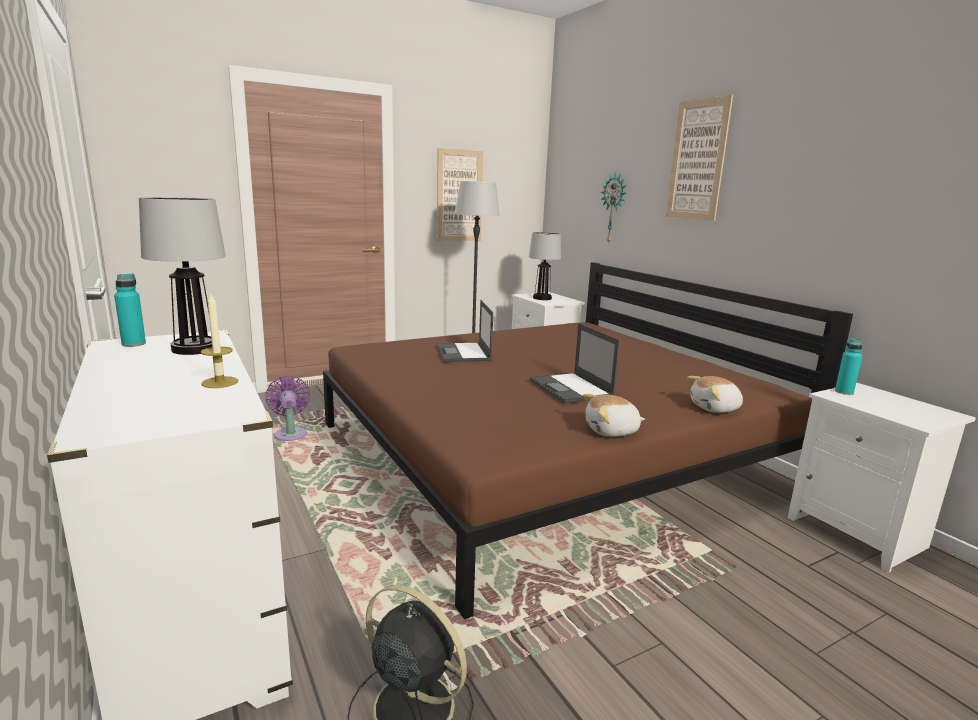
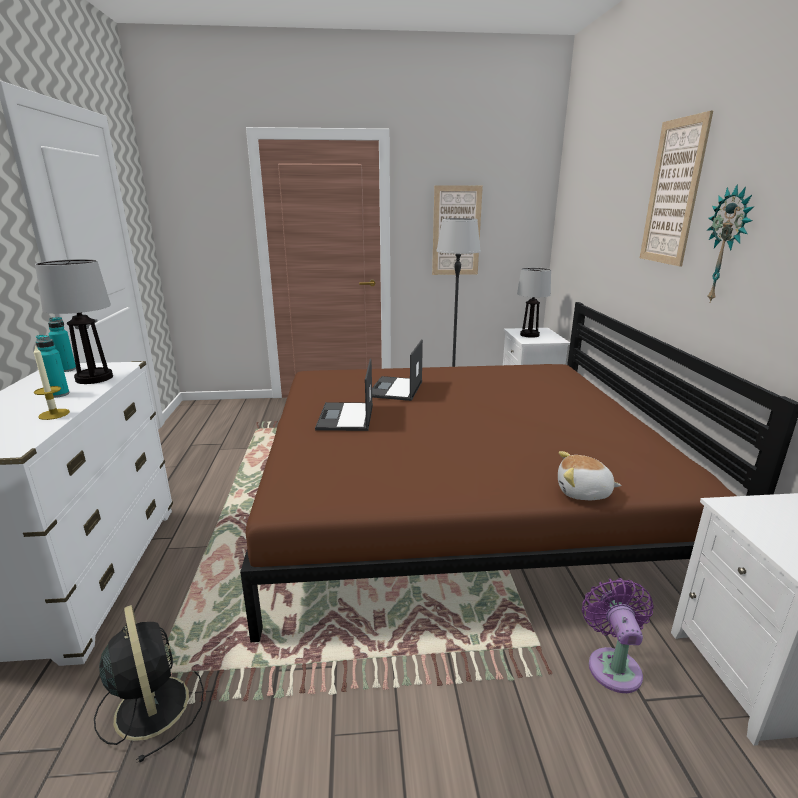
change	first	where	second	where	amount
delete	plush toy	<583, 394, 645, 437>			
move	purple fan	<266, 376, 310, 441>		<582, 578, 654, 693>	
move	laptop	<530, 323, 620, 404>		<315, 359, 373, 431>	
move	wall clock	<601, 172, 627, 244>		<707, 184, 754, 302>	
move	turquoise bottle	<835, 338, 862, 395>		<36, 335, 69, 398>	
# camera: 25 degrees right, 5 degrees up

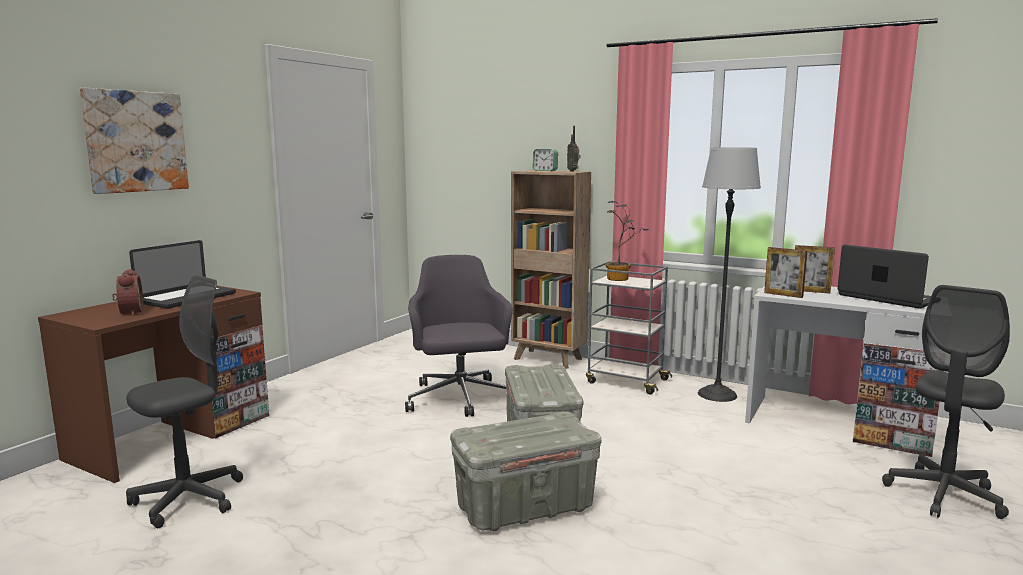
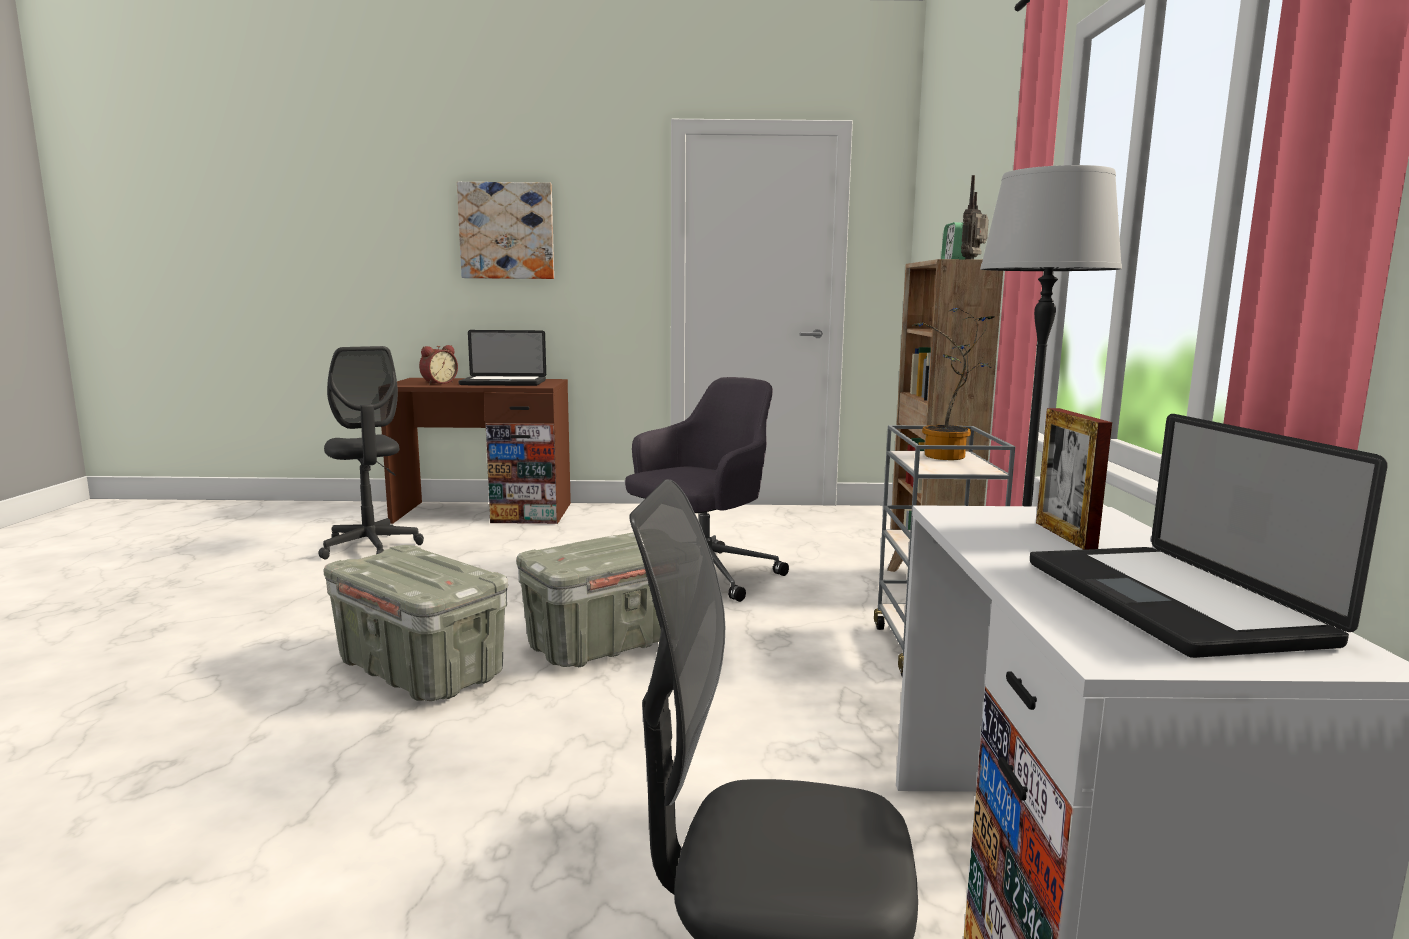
change	first	where	second	where	amount
delete	picture frame	<764, 247, 807, 298>			
rotate	grey office chair	<126, 275, 243, 528>		<319, 346, 424, 559>	45 degrees clockwise
rotate	laptop	<838, 245, 931, 309>		<1030, 414, 1388, 658>	150 degrees clockwise
# camera: 60 degrees right, 0 degrees up

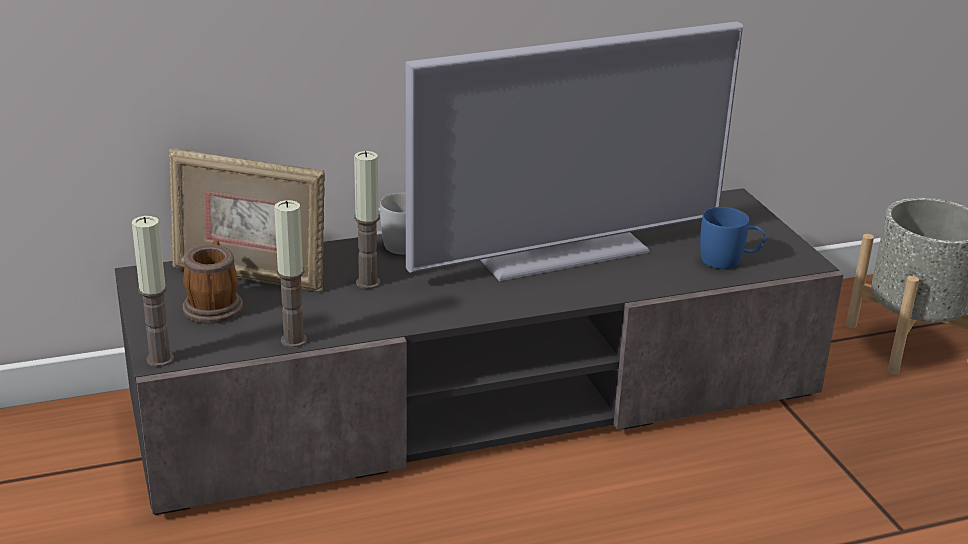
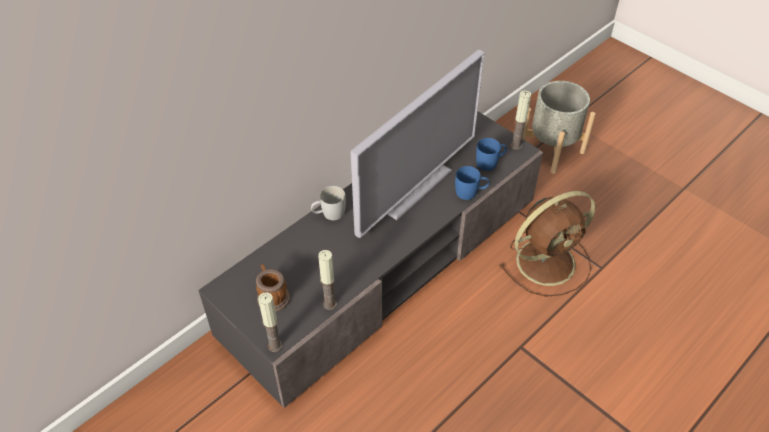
change	first	where	second	where	amount
delete	picture frame	<169, 148, 325, 292>			
insert			blue mug	<455, 166, 489, 200>	
insert			brown fan	<499, 191, 595, 297>	
move	candle	<354, 151, 380, 289>		<511, 91, 531, 150>	
# camera: 25 degrees left, 20 degrees up

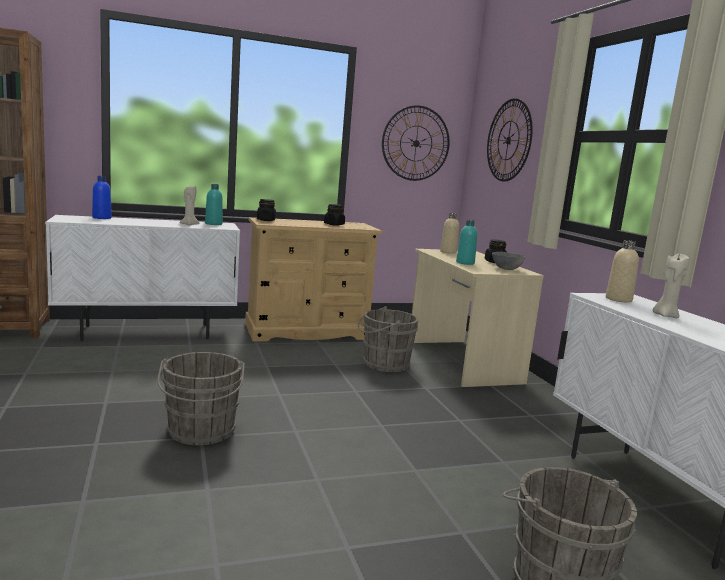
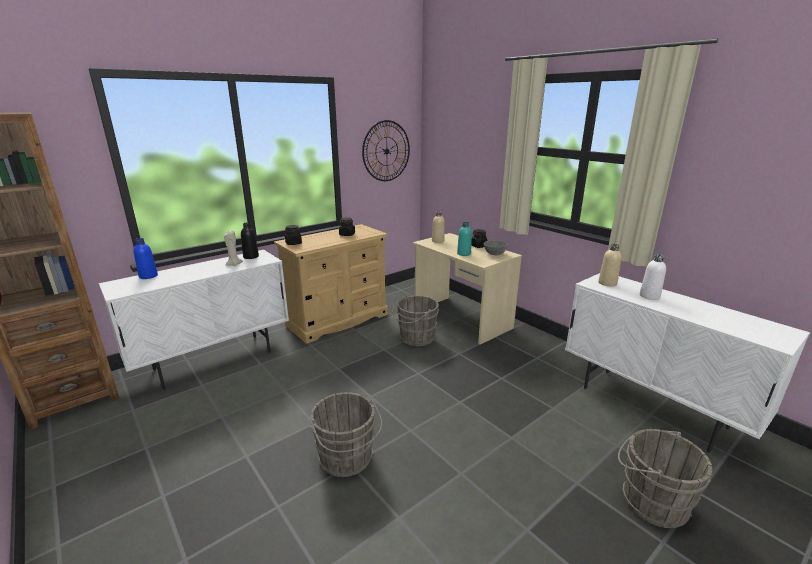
change	first	where	second	where	amount
delete	wall clock	<487, 98, 533, 182>			
replace	beige candle	<653, 253, 689, 318>	white bottle	<640, 254, 666, 300>	
recolor	turquoise bottle	<205, 184, 223, 225>	black bottle	<241, 223, 259, 259>	
# camera: 20 degrees left, 10 degrees up

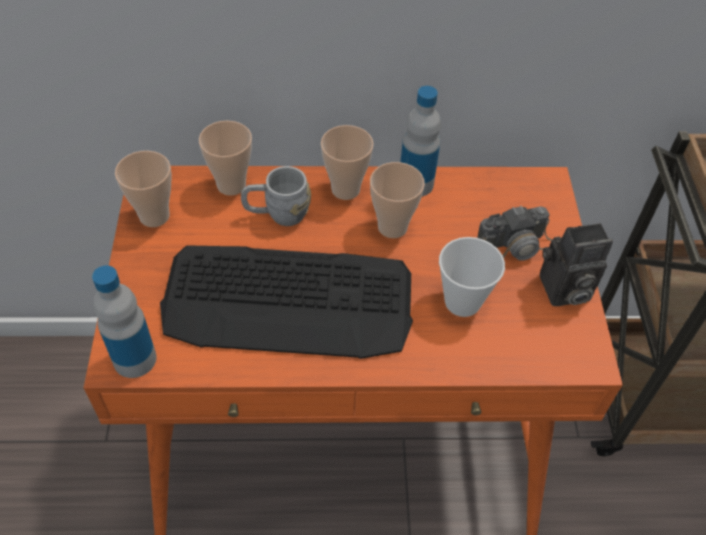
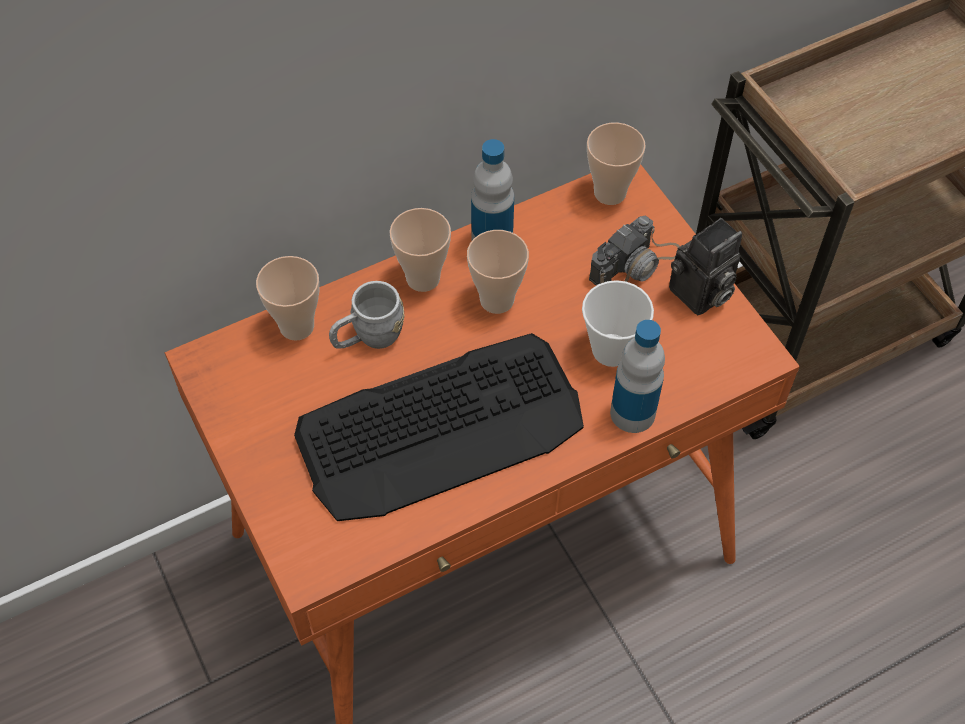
change	first	where	second	where	amount
move	bottle	<92, 265, 156, 378>		<610, 320, 665, 433>	
move	cup	<115, 151, 172, 227>		<587, 122, 646, 205>	
# camera: 25 degrees left, 5 degrees up

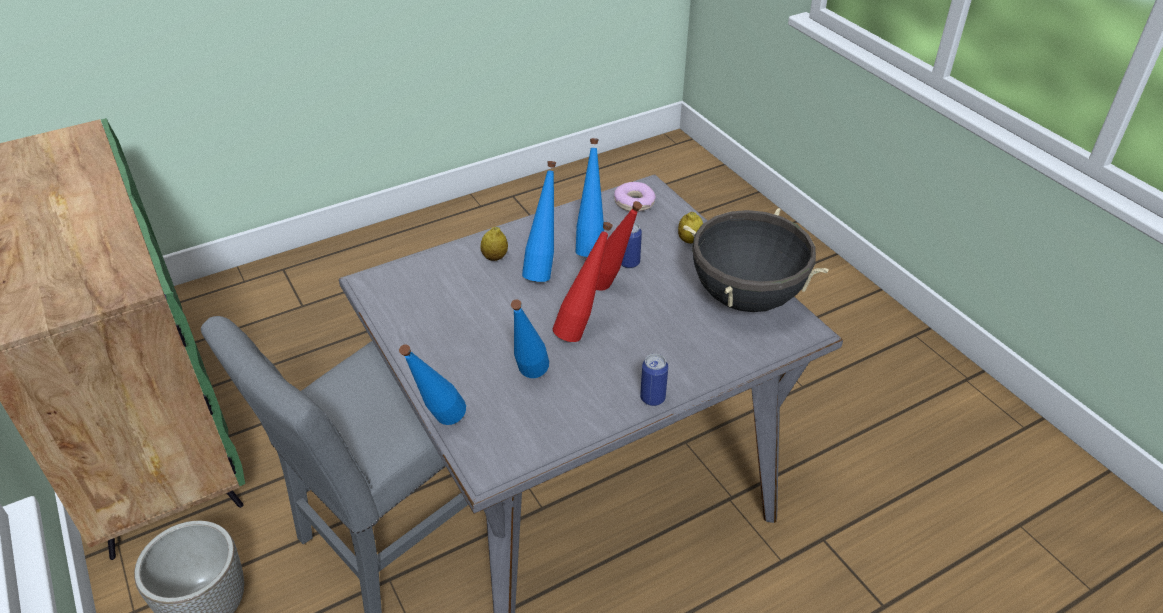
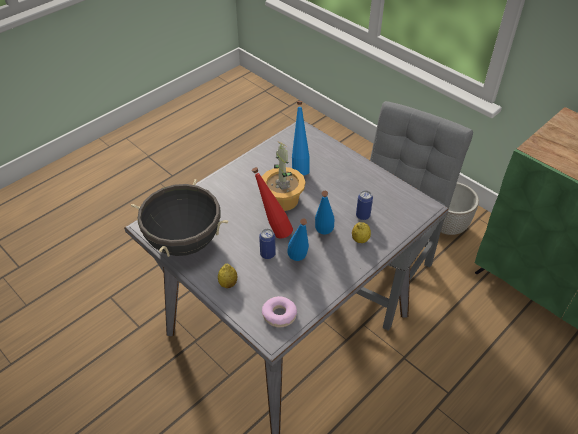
change	first	where	second	where	amount
delete	blue bottle	<399, 344, 466, 425>			
move	can	<640, 354, 668, 406>		<356, 190, 373, 220>	
replace	red bottle	<553, 222, 613, 342>	potted plant	<262, 140, 305, 211>	
# camera: 165 degrees right, 5 degrees up

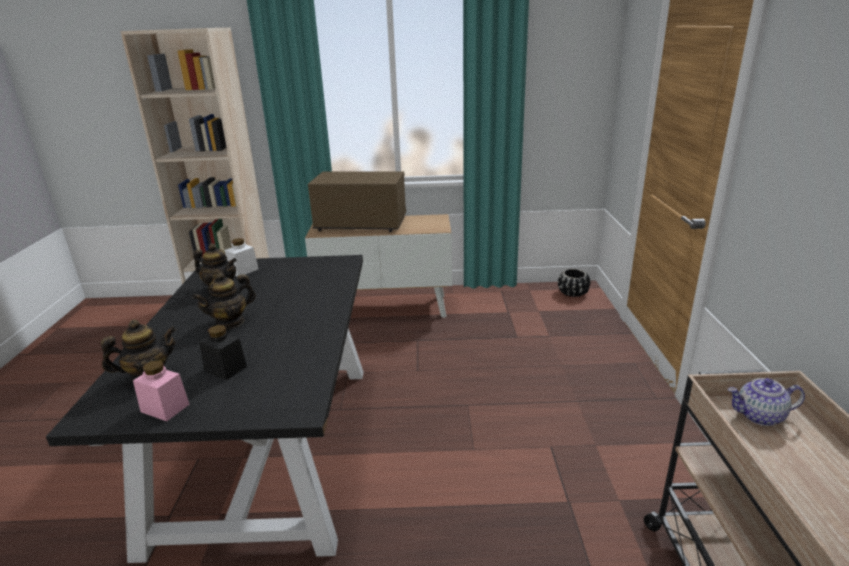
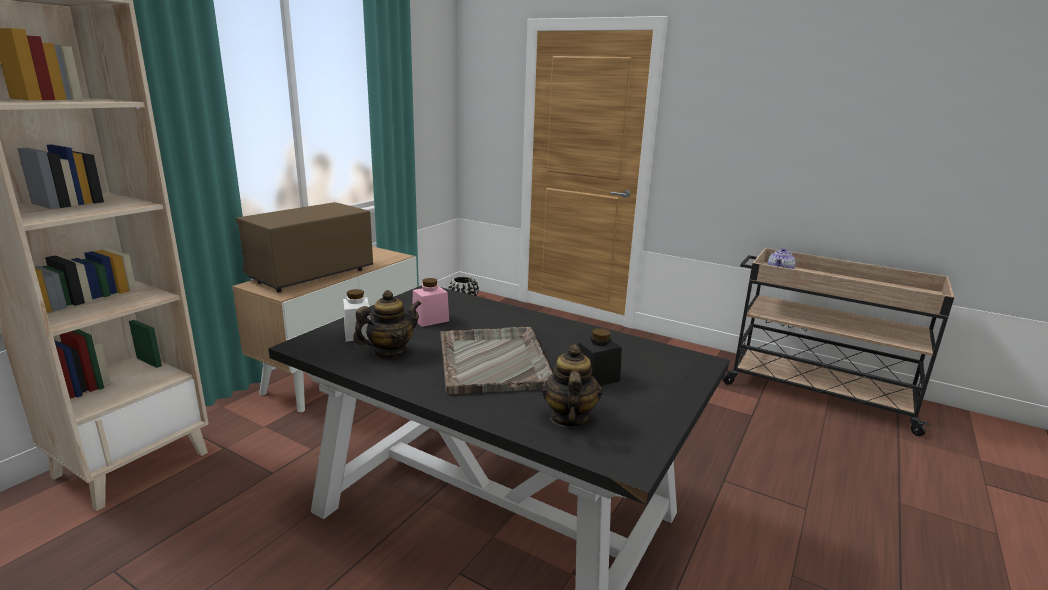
change	first	where	second	where	amount
move	pink jar	<133, 360, 189, 421>		<413, 278, 449, 327>	
replace	teapot	<192, 272, 256, 329>	grey tray	<440, 327, 553, 394>	
# camera: 60 degrees left, 5 degrees down

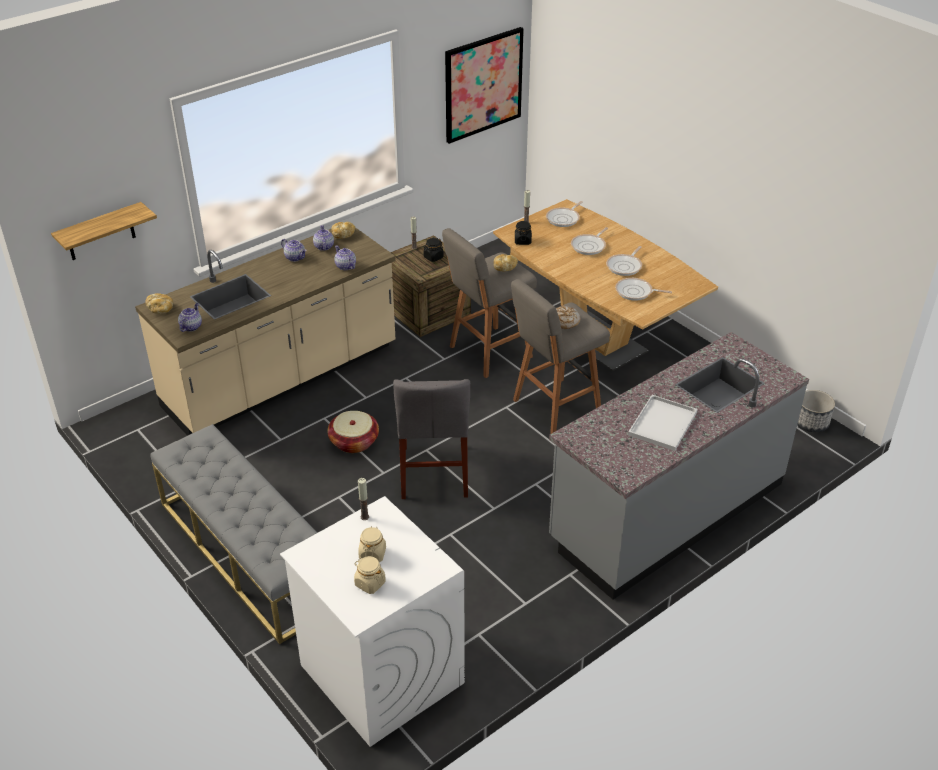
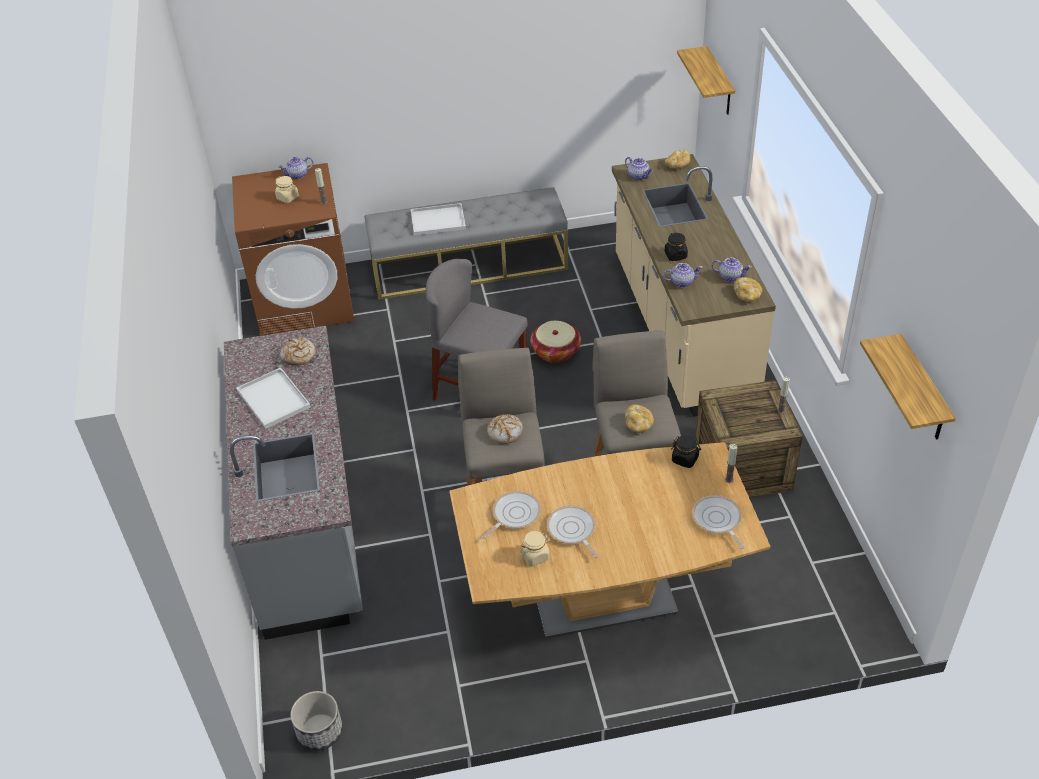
change	first	where	second	where	amount
delete	frying pan	<571, 227, 608, 255>			
insert			bread	<280, 337, 316, 366>	
insert			white tray	<411, 203, 466, 235>	
move	teapot	<281, 239, 307, 262>		<278, 157, 314, 179>	
move	beige jar	<354, 556, 386, 594>		<520, 531, 550, 567>	
move	black jar	<424, 238, 444, 262>		<665, 232, 688, 261>	
replace	picture	<445, 27, 524, 144>	shelf	<860, 334, 956, 439>	
recolor	white washing machine	<280, 496, 465, 747>	brown washing machine	<232, 163, 354, 336>	
# camera: 120 degrees right, 5 degrees up

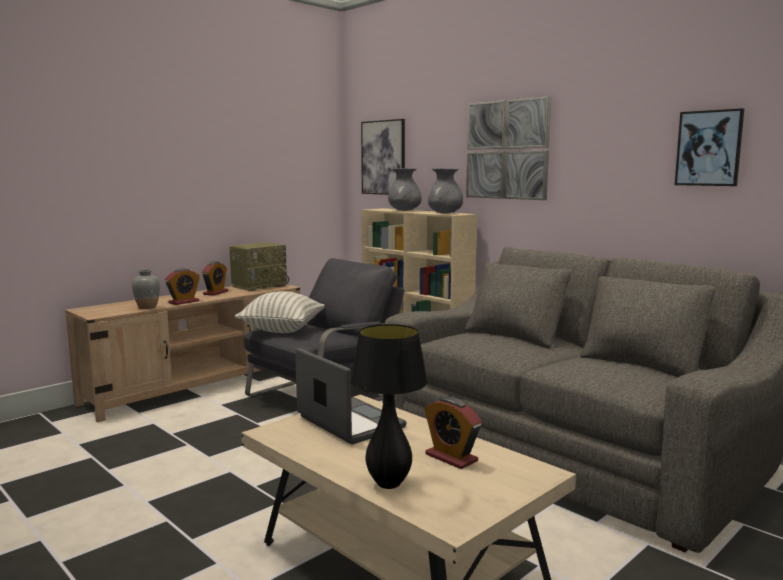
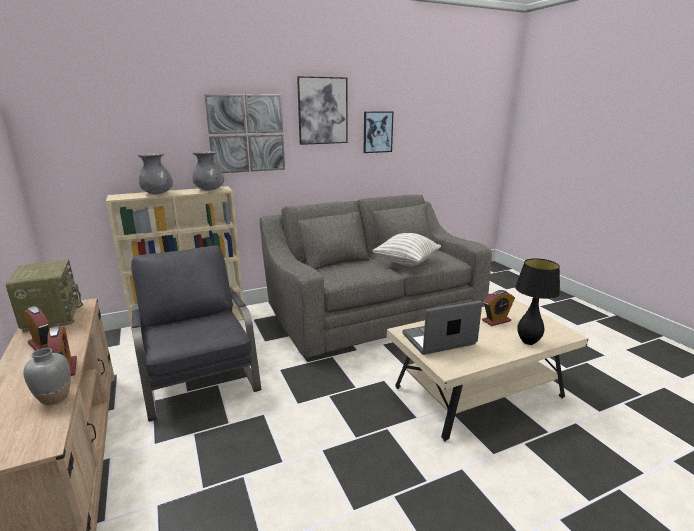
change	first	where	second	where	amount
move	pillow	<234, 291, 325, 333>		<372, 233, 441, 266>	
move	picture	<361, 119, 405, 195>		<297, 76, 347, 145>	
# camera: 70 degrees left, 10 degrees up

